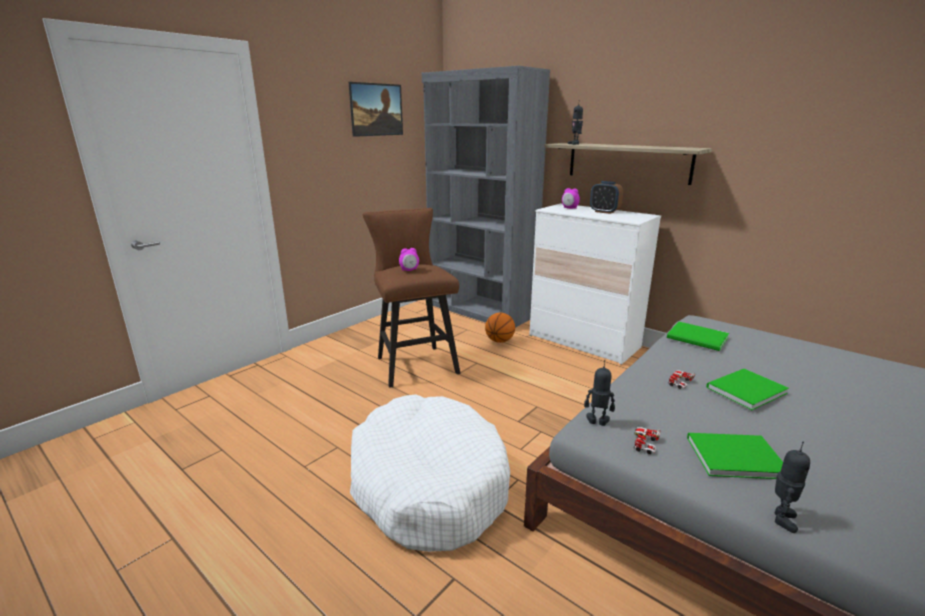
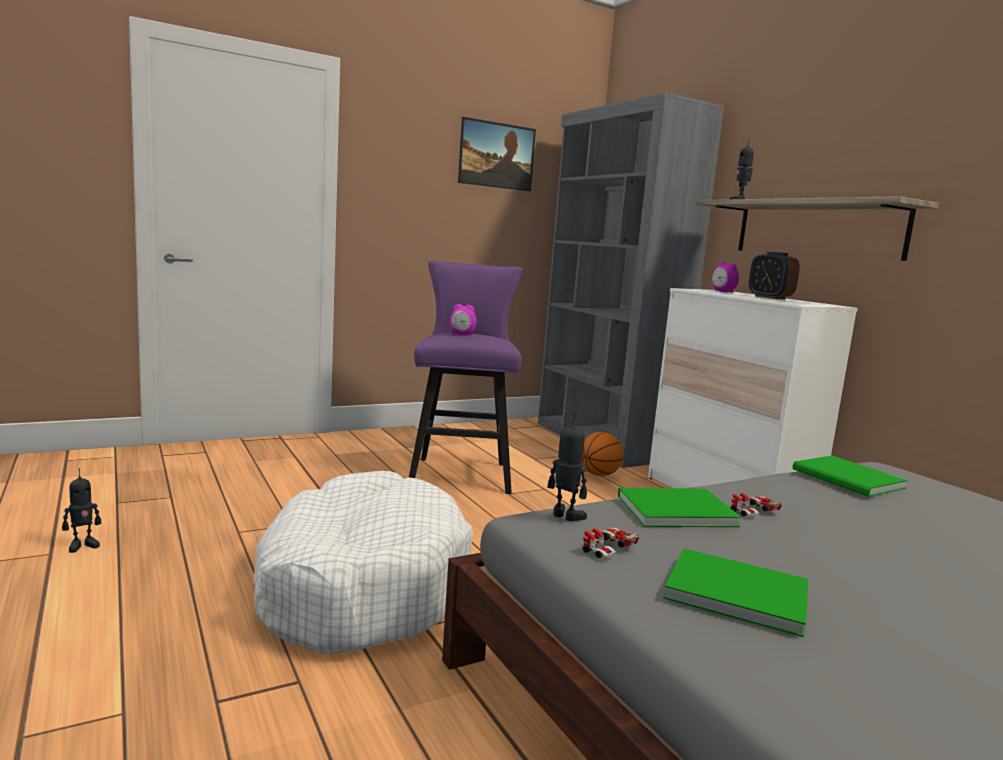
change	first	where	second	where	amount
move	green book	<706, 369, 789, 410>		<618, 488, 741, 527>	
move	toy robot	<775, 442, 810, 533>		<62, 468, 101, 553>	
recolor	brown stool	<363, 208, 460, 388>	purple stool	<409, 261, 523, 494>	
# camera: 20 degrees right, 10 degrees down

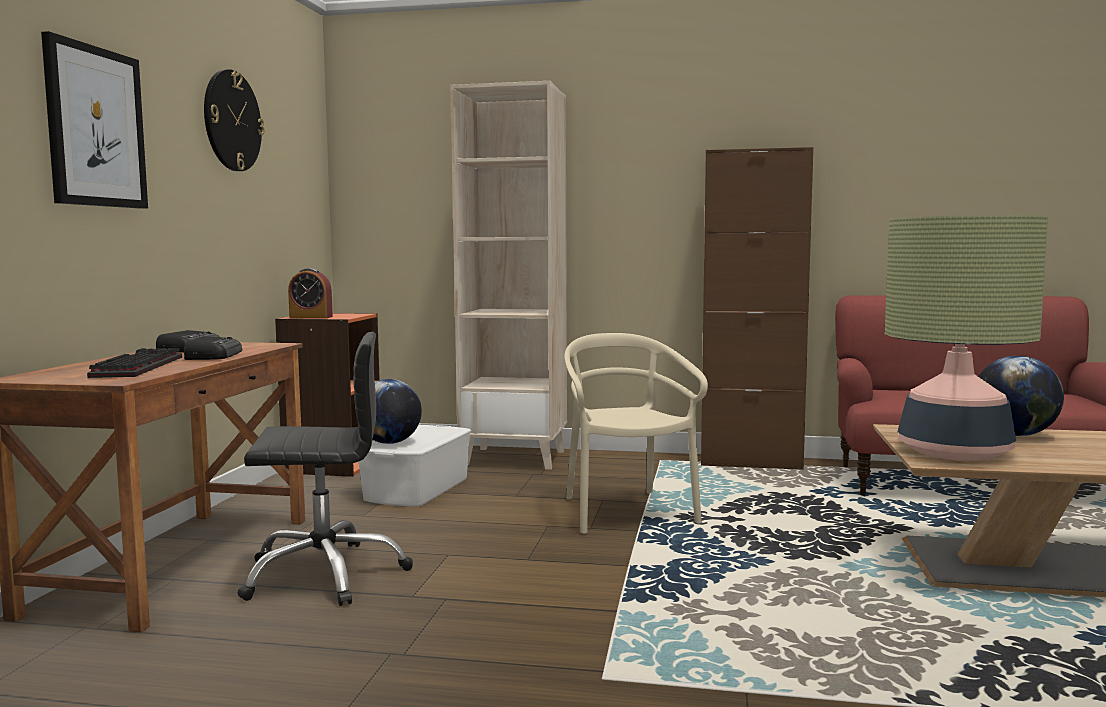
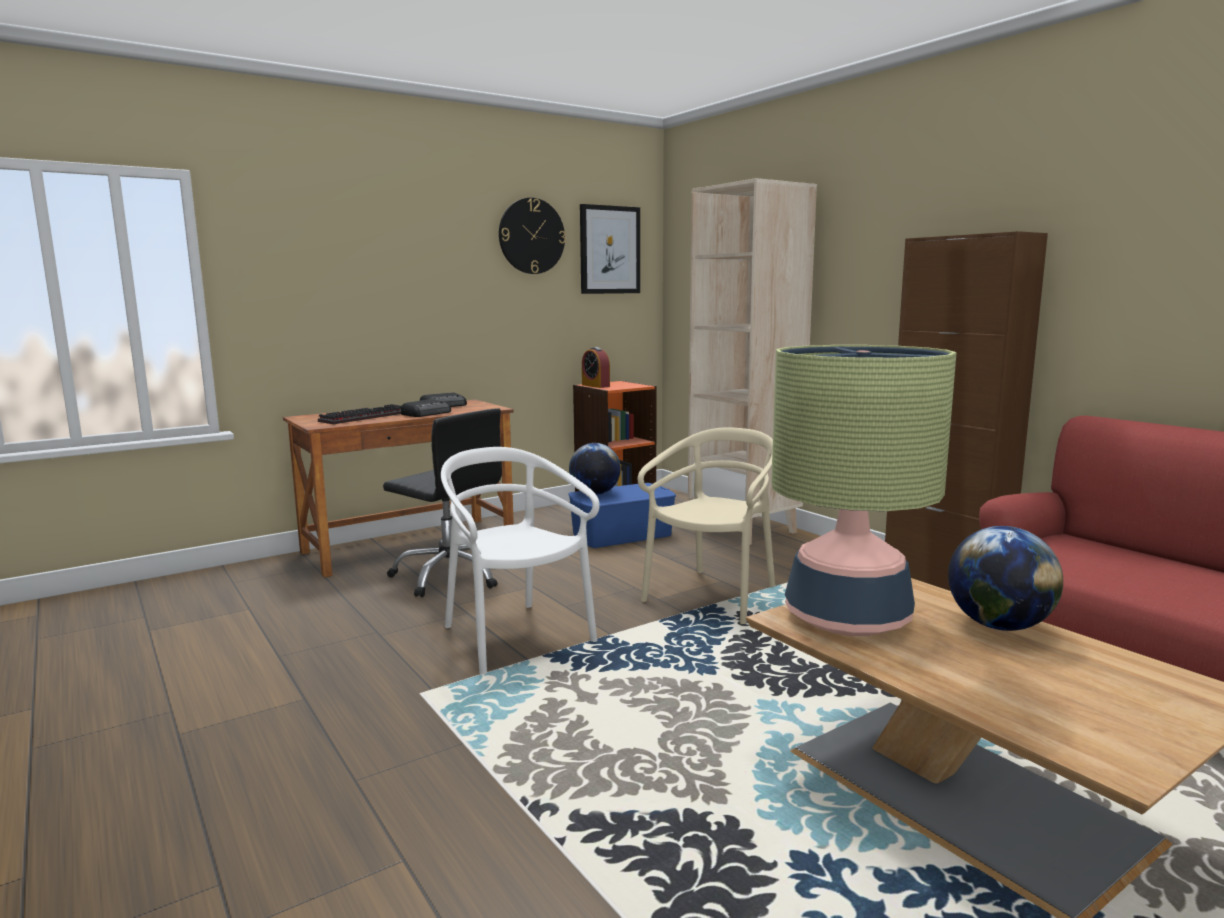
change	first	where	second	where	amount
insert			white chair	<441, 447, 600, 674>	
move	picture	<41, 31, 148, 209>		<580, 204, 640, 294>	
recolor	white storage box	<359, 425, 471, 507>	blue storage box	<568, 483, 676, 548>	
# camera: 45 degrees right, 5 degrees up

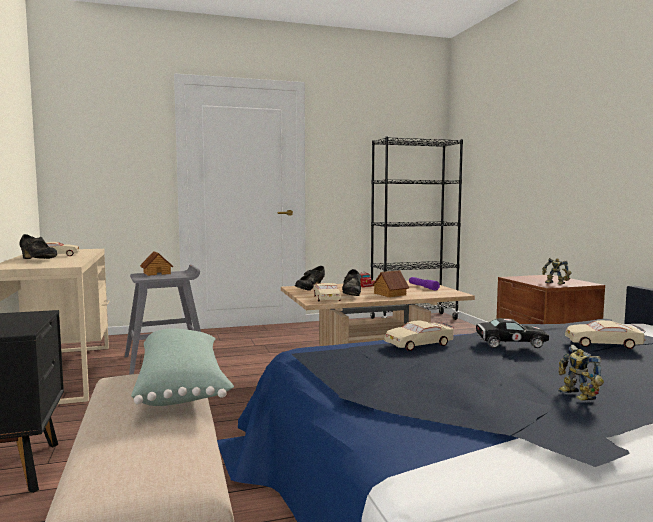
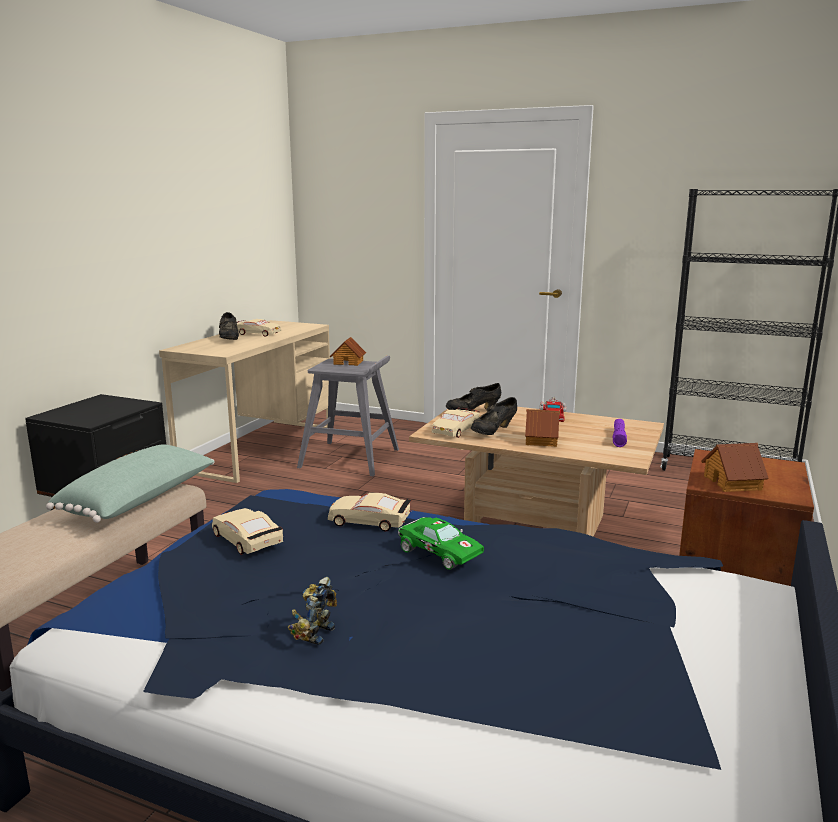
change	first	where	second	where	amount
move	beige toy car	<565, 320, 646, 349>		<212, 508, 283, 555>	
replace	toy robot	<542, 258, 572, 284>	toy house	<701, 443, 769, 492>	
recolor	black toy car	<476, 318, 549, 348>	green toy car	<398, 517, 484, 570>	
# camera: 40 degrees right, 10 degrees up

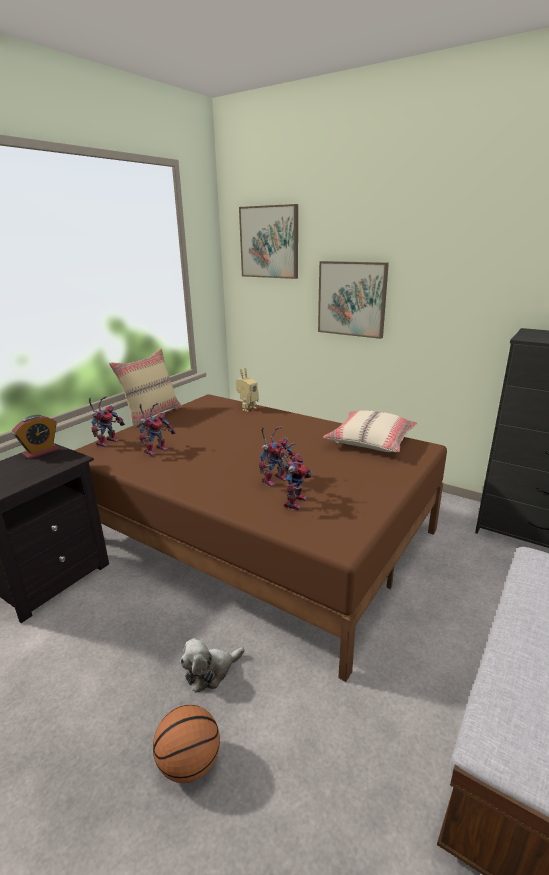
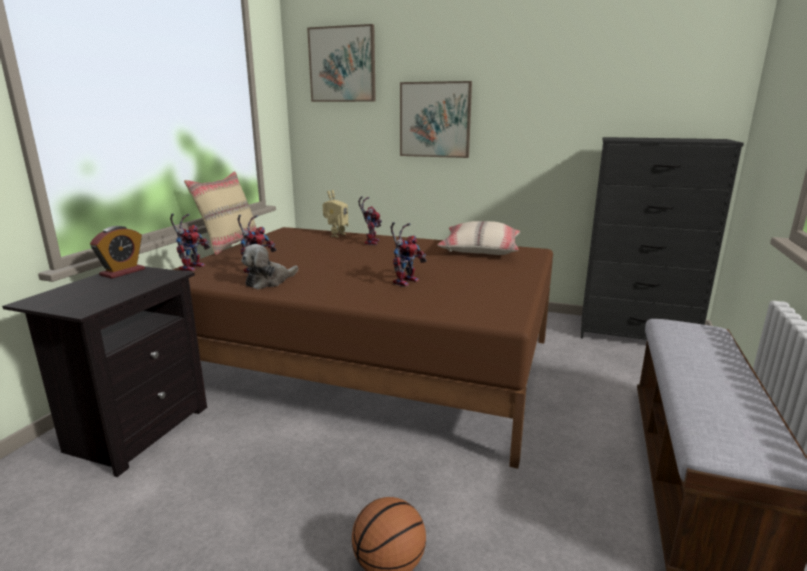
change	first	where	second	where	amount
move	plush toy	<180, 638, 245, 693>		<241, 244, 298, 289>	
move	toy robot	<278, 443, 312, 510>		<358, 196, 382, 245>	
# camera: 15 degrees left, 5 degrees down

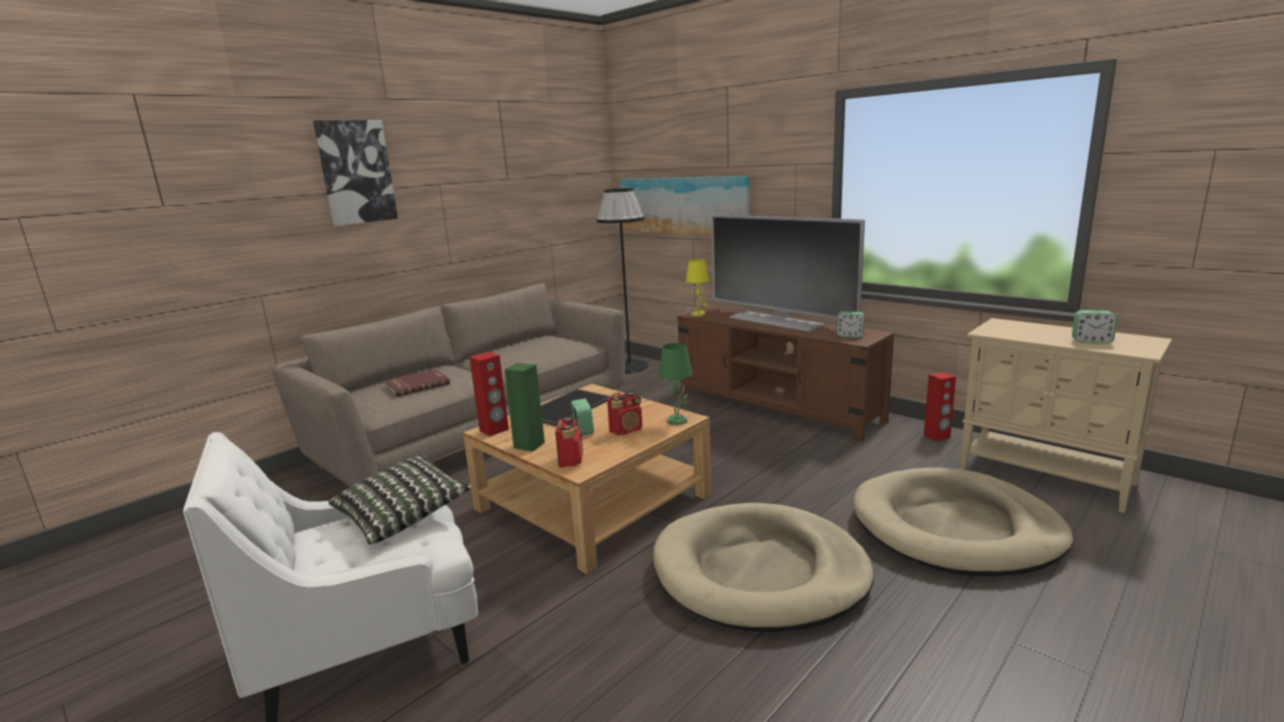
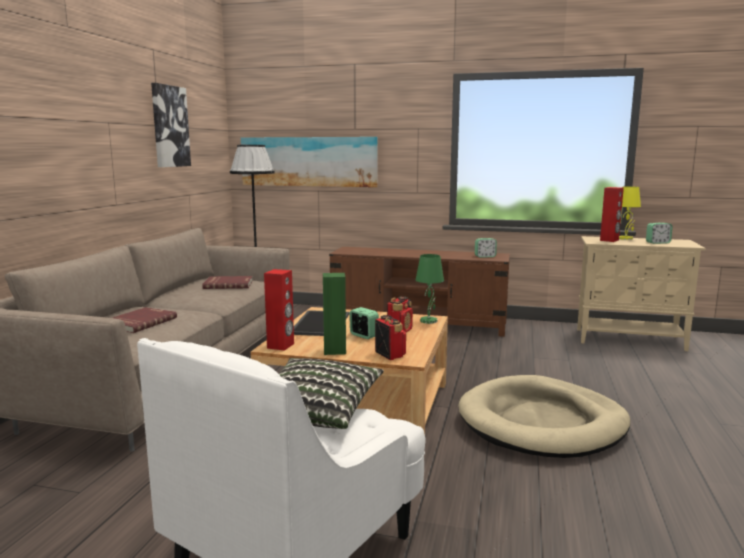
change	first	where	second	where	amount
delete	television	<711, 214, 865, 332>			
delete	beige dog bed	<853, 467, 1073, 576>			
insert			red book	<202, 276, 253, 289>	
move	picture	<313, 120, 398, 226>		<151, 83, 191, 167>	
move	yellow table lamp	<686, 259, 709, 317>		<619, 186, 641, 240>	
move	red speaker	<924, 372, 956, 441>		<600, 187, 624, 242>	
# camera: 30 degrees left, 5 degrees down

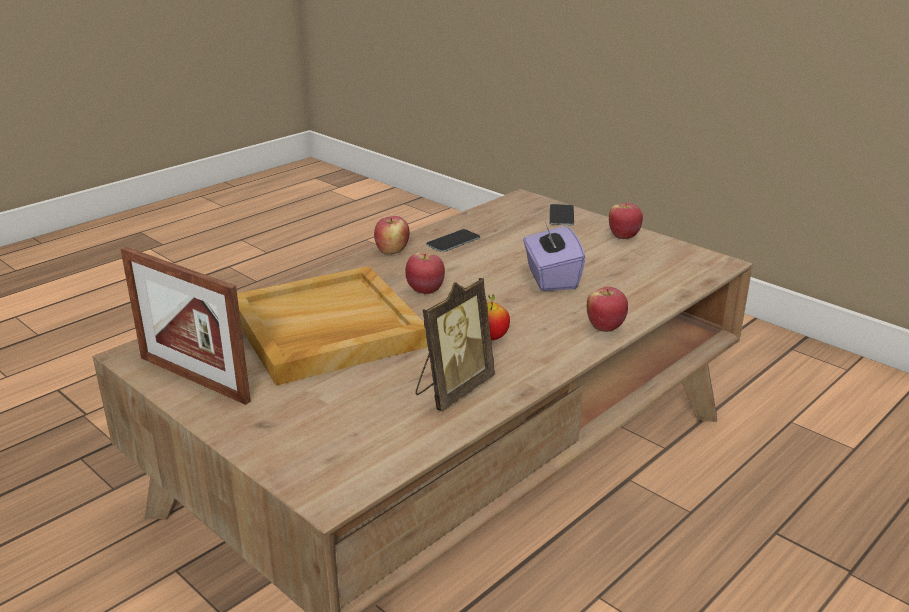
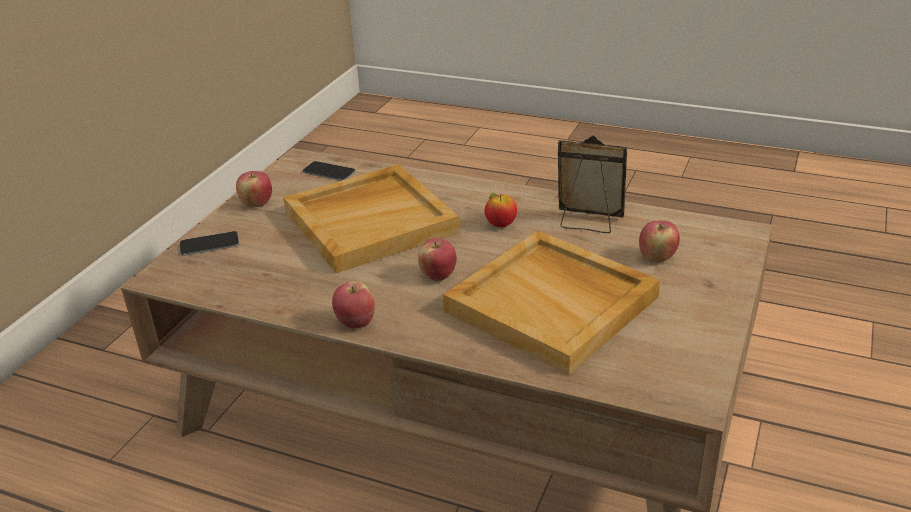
change	first	where	second	where	amount
delete	picture frame	<121, 247, 251, 405>			
move	phone	<426, 229, 480, 252>		<302, 161, 355, 181>	
move	apple	<587, 287, 628, 332>		<639, 220, 680, 262>	
replace	purple tissue box	<523, 219, 586, 291>	beige tray	<283, 164, 460, 273>	
# camera: 110 degrees left, 5 degrees up

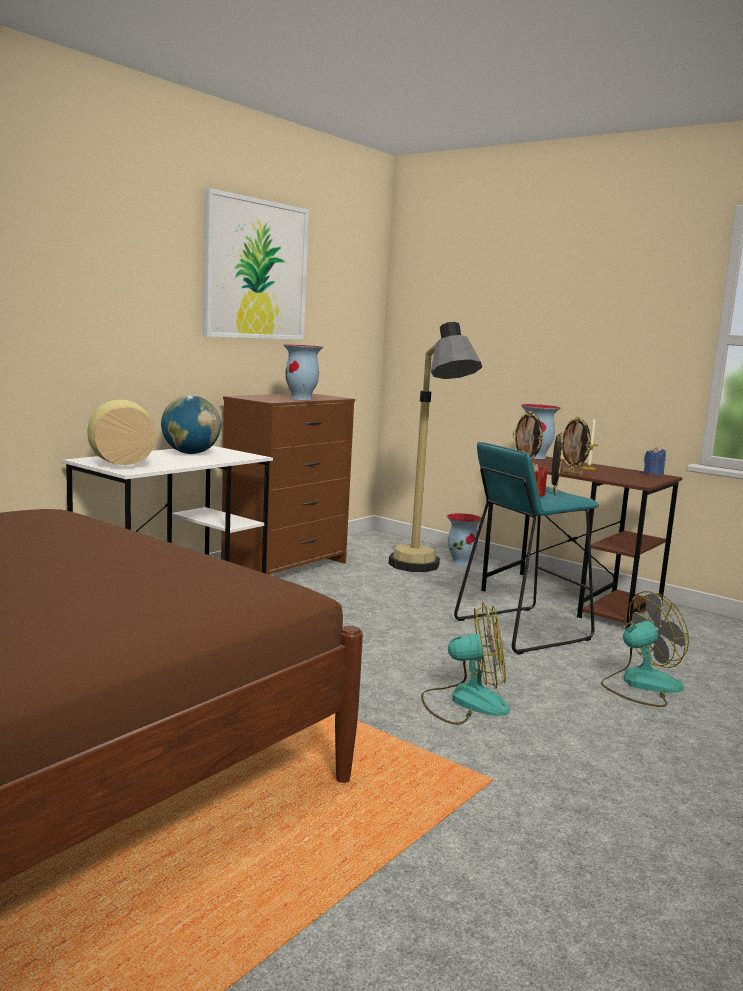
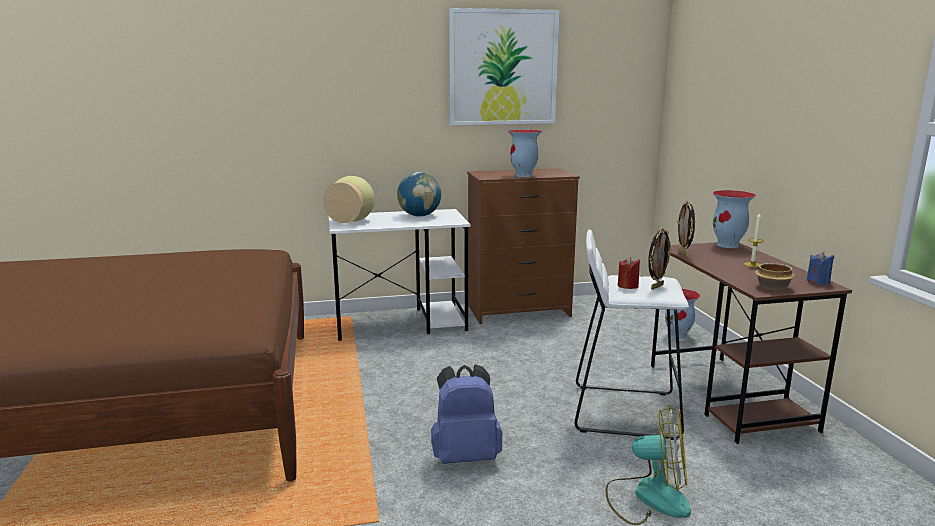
change	first	where	second	where	amount
delete	floor lamp	<389, 322, 482, 572>			
delete	picture frame	<562, 416, 592, 475>			
insert			bowl	<755, 263, 795, 290>	
replace	fan	<421, 602, 510, 725>	blue backpack	<431, 364, 502, 464>	
recolor	turquoise stool	<454, 442, 599, 655>	white stool	<574, 229, 689, 440>	
# camera: 40 degrees right, 5 degrees up

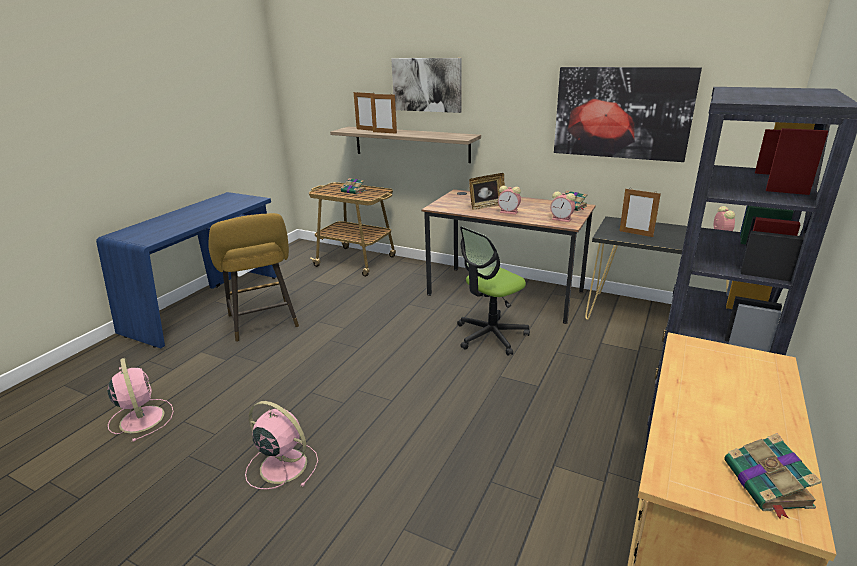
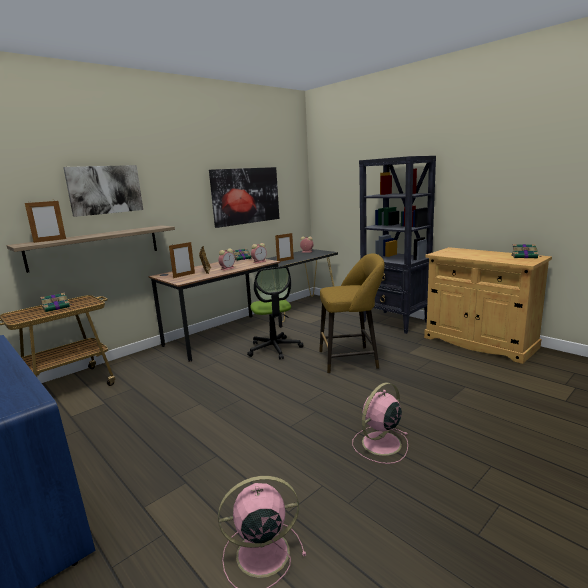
change	first	where	second	where	amount
move	yellow stool	<208, 213, 299, 342>		<319, 254, 385, 374>	
move	picture frame	<370, 93, 397, 134>		<169, 241, 195, 278>	
# camera: 70 degrees left, 10 degrees down

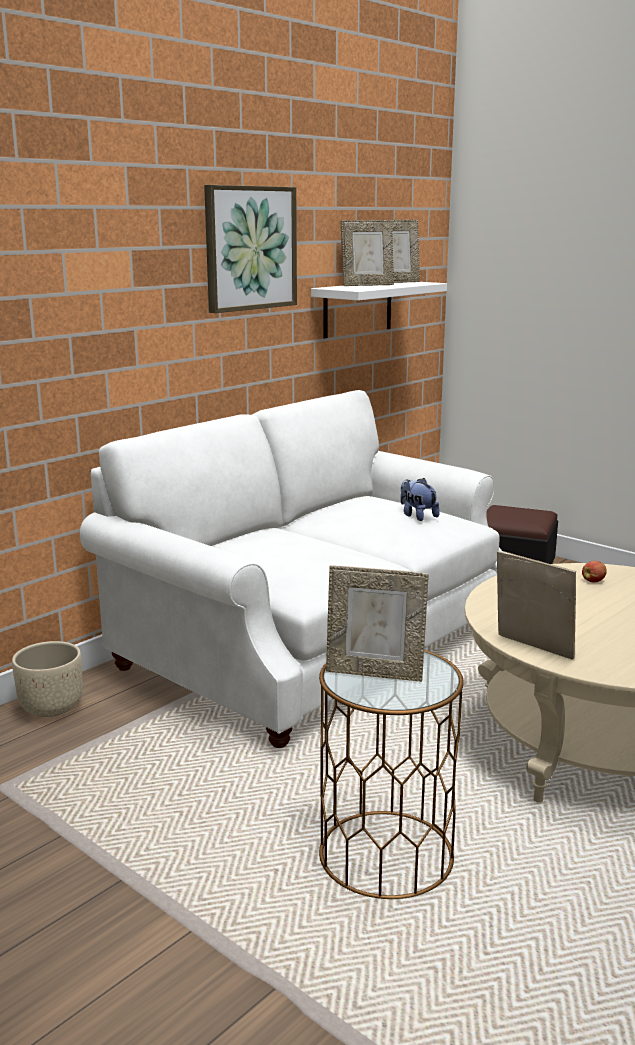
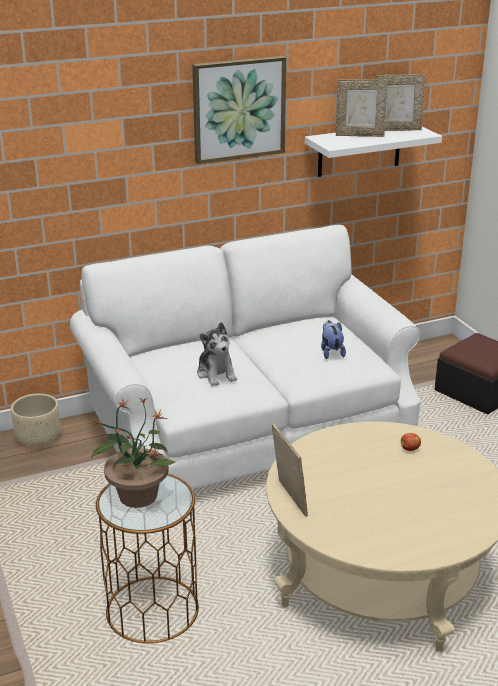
change	first	where	second	where	amount
insert			plush toy	<197, 322, 237, 386>	
replace	picture frame	<326, 565, 429, 682>	potted plant	<89, 397, 175, 508>	
# camera: 25 degrees right, 10 degrees up

